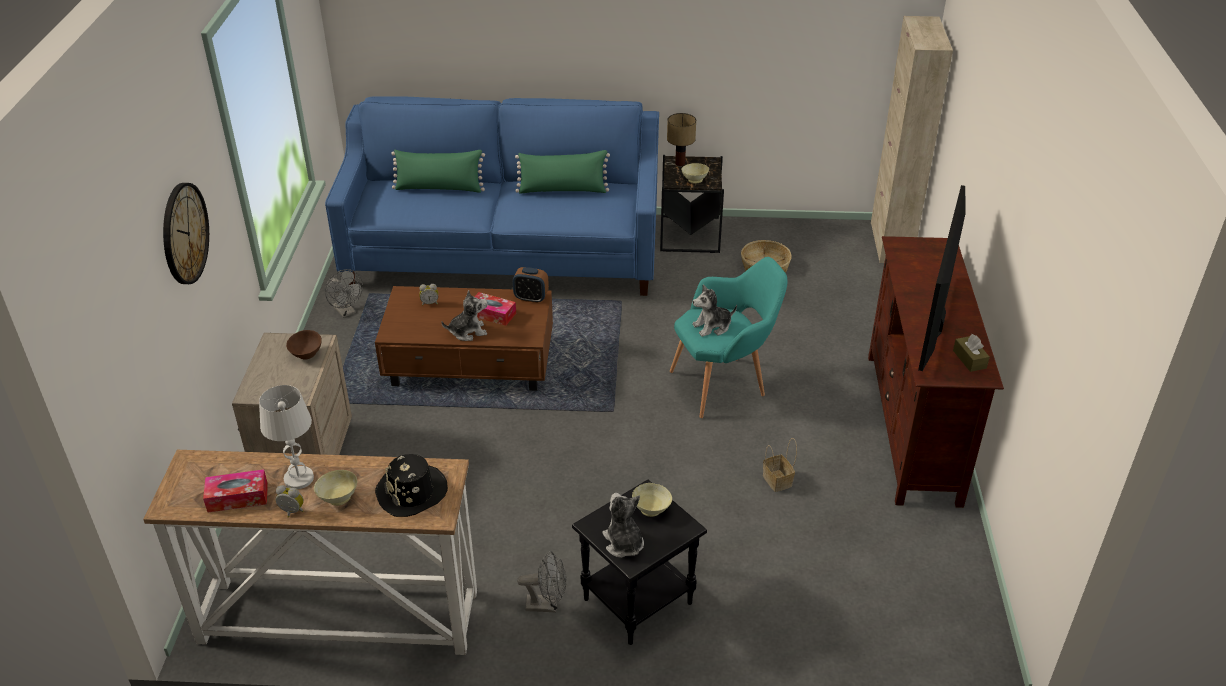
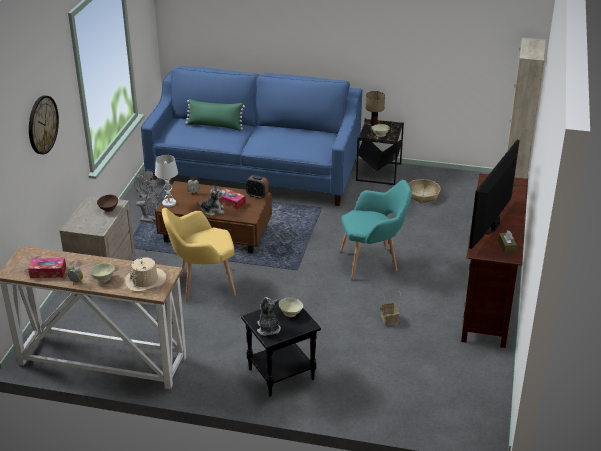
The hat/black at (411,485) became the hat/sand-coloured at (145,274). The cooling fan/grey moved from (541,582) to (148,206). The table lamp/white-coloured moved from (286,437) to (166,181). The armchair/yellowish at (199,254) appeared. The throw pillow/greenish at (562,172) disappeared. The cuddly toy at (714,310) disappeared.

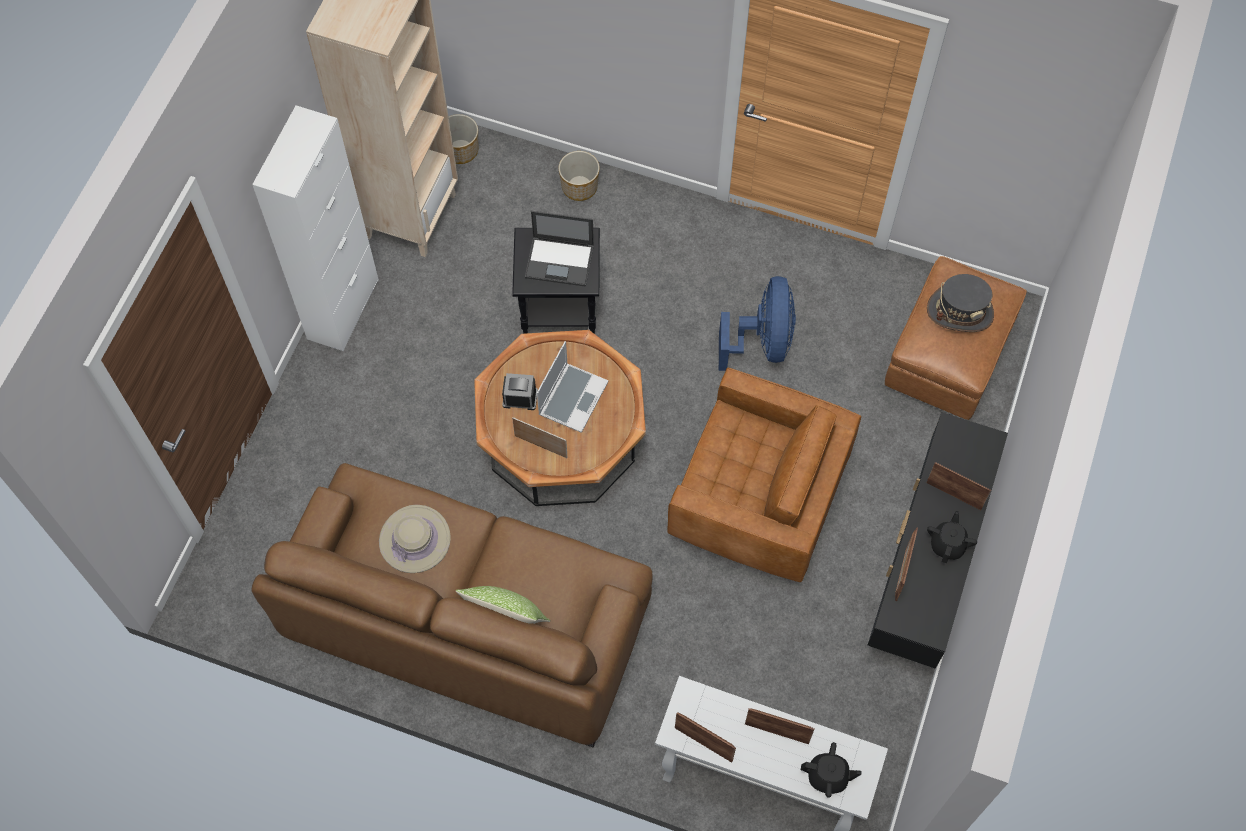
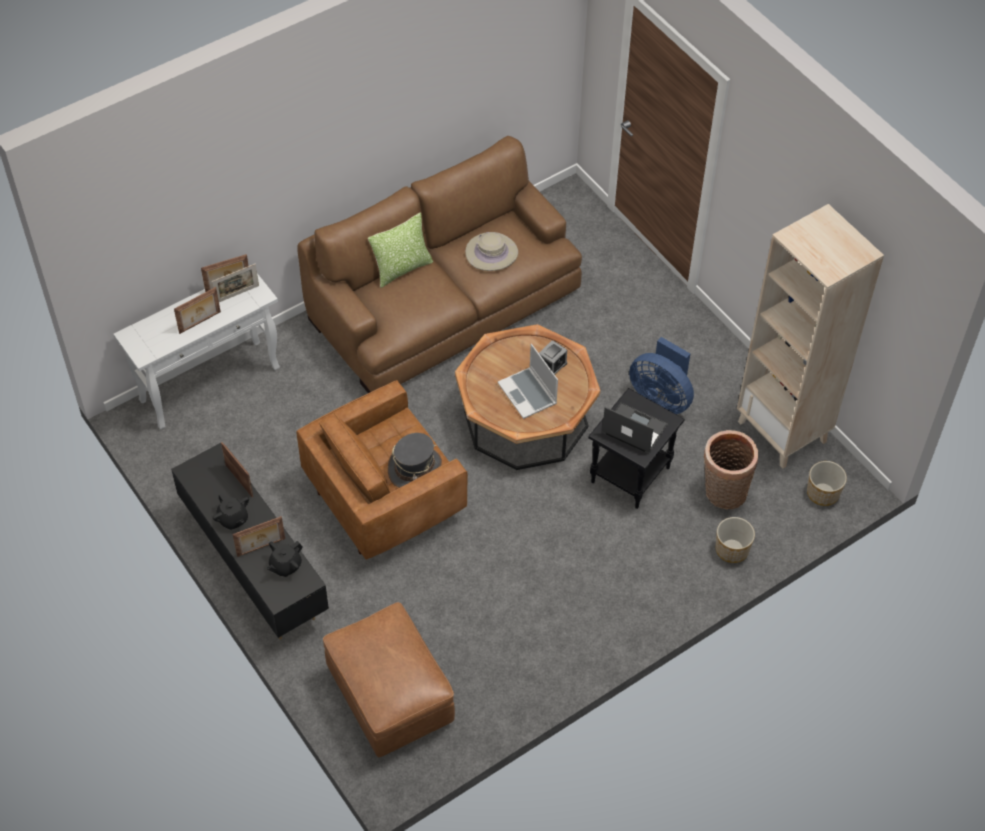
The standing frame moved from (540,437) to (235,283). The teapot/black moved from (831,770) to (285,559). The hat/grey moved from (960,303) to (415,460). The notebook computer at (559,249) turned 75 degrees clockwise. The cooling fan/bluish moved from (757,323) to (661,375). The household basket at (731,469) appeared. The storage cabinet/white-coloured at (315,228) disappeared.

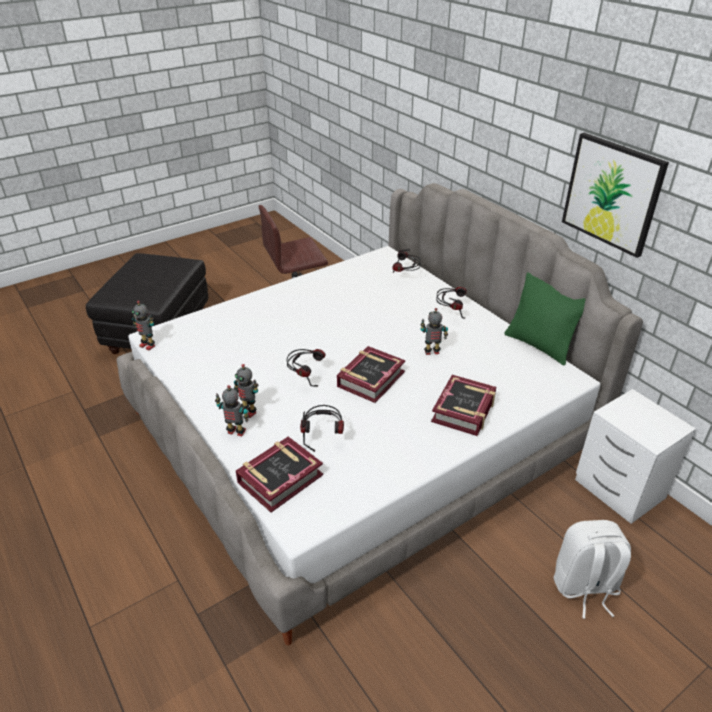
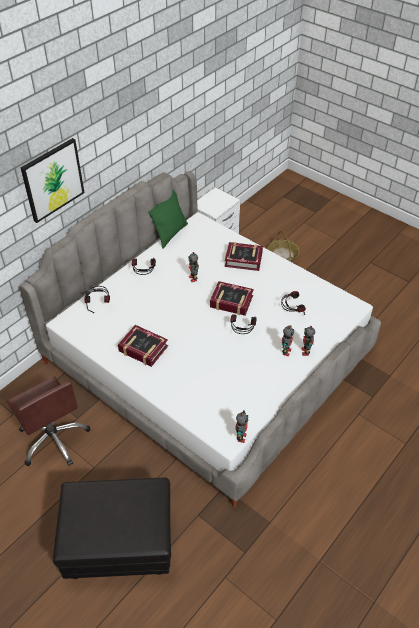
The wall picture moved from (615,195) to (52,180). The volume moved from (279,474) to (143,346). The backpack/white-coloured at (592,569) was replaced by the household basket at (283,246).

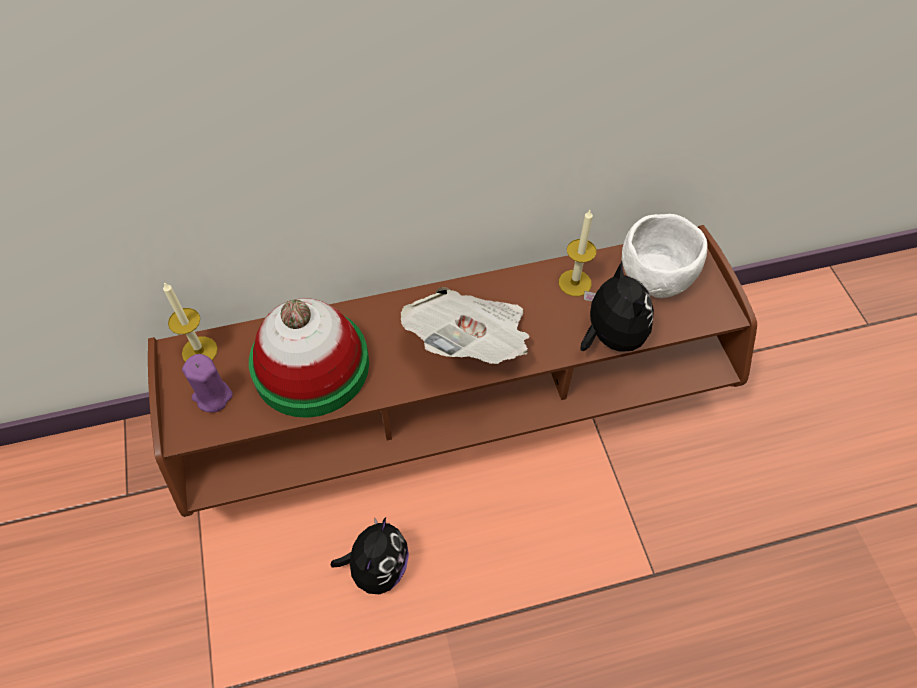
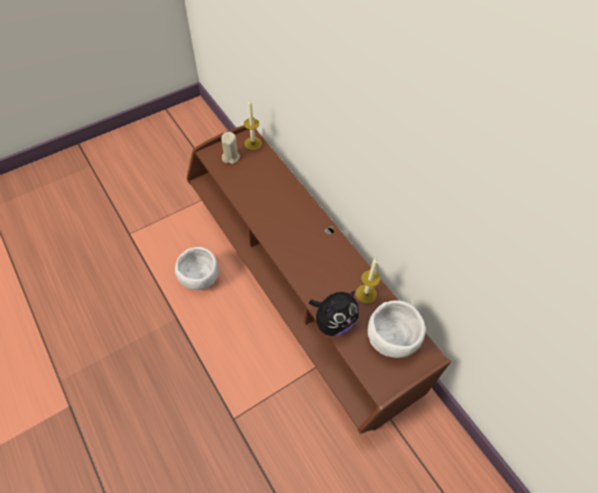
The cuddly toy at (370,556) was replaced by the deep dish/white-coloured at (197,268). The wax candle/purple at (207,383) became the wax candle/sand-coloured at (230,148). The hat at (309,358) disappeared. The newspaper at (465,327) disappeared.

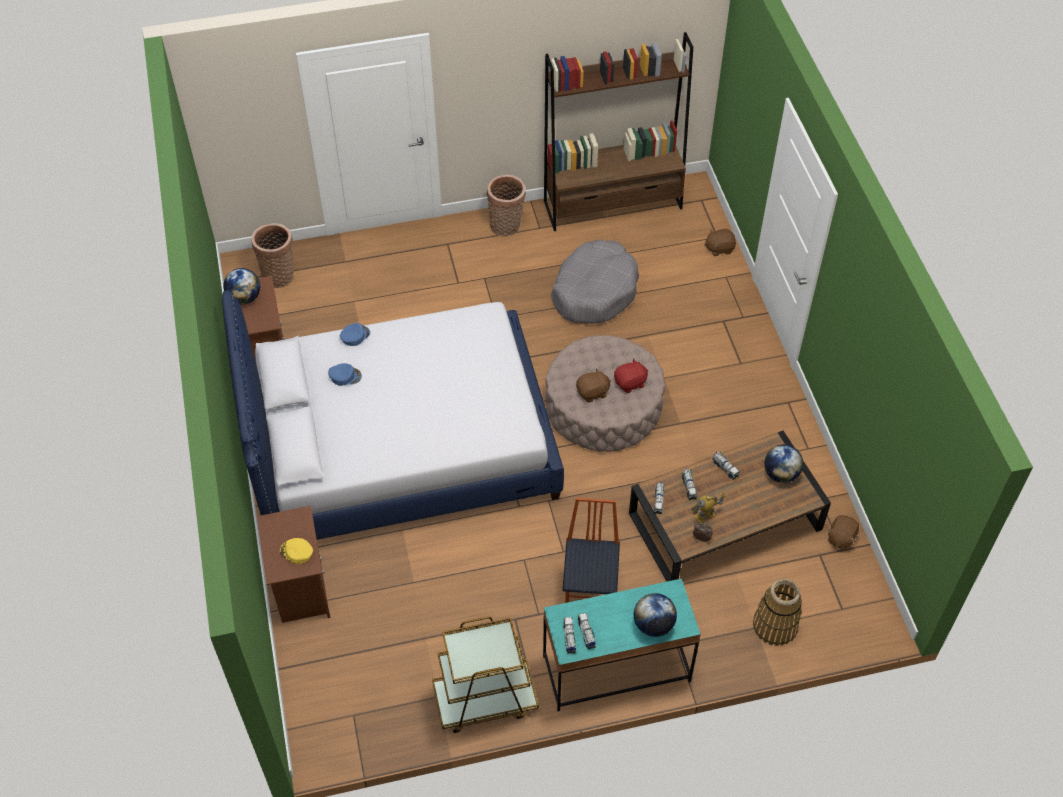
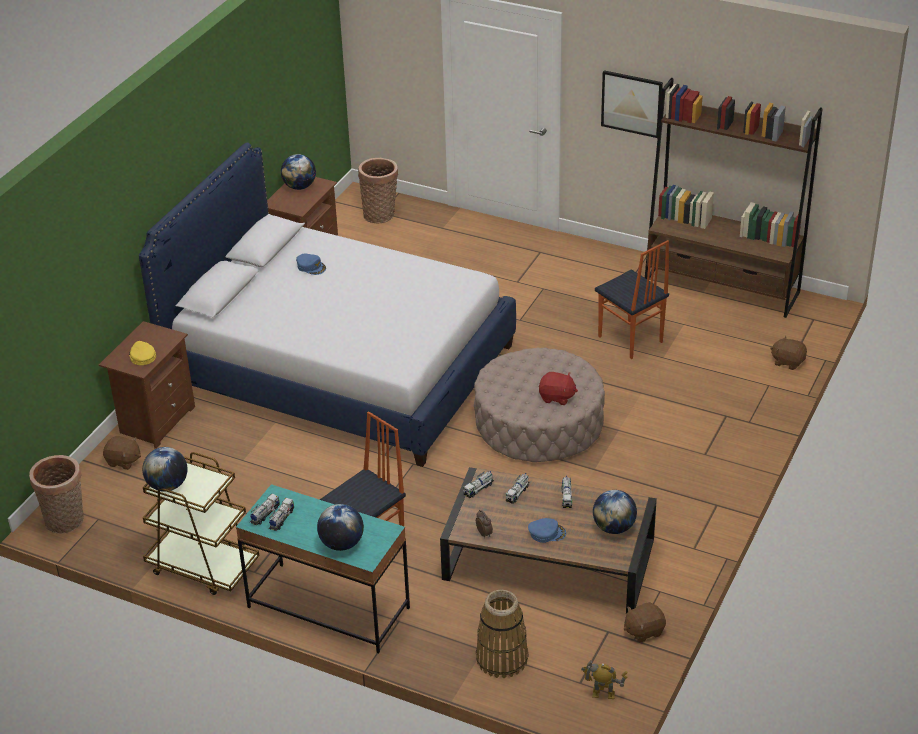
The household basket moved from (506,205) to (56,494). The cuddly toy/brown-coloured moved from (593,385) to (122,453). The globe at (165,469) appeared. The peaked cap/bluish moved from (355,334) to (547,530). The model robot moved from (708,507) to (604,679). The dog cushion/grey at (595,282) was replaced by the plain chair at (632,299). The wall picture at (632,104) appeared.

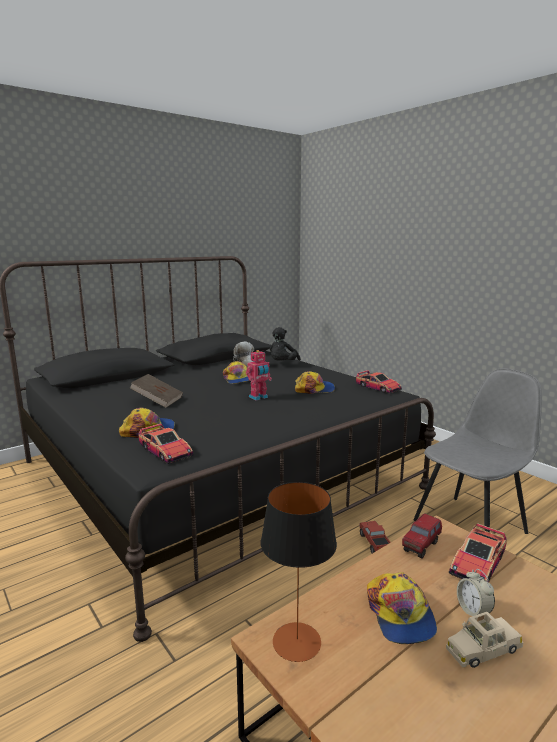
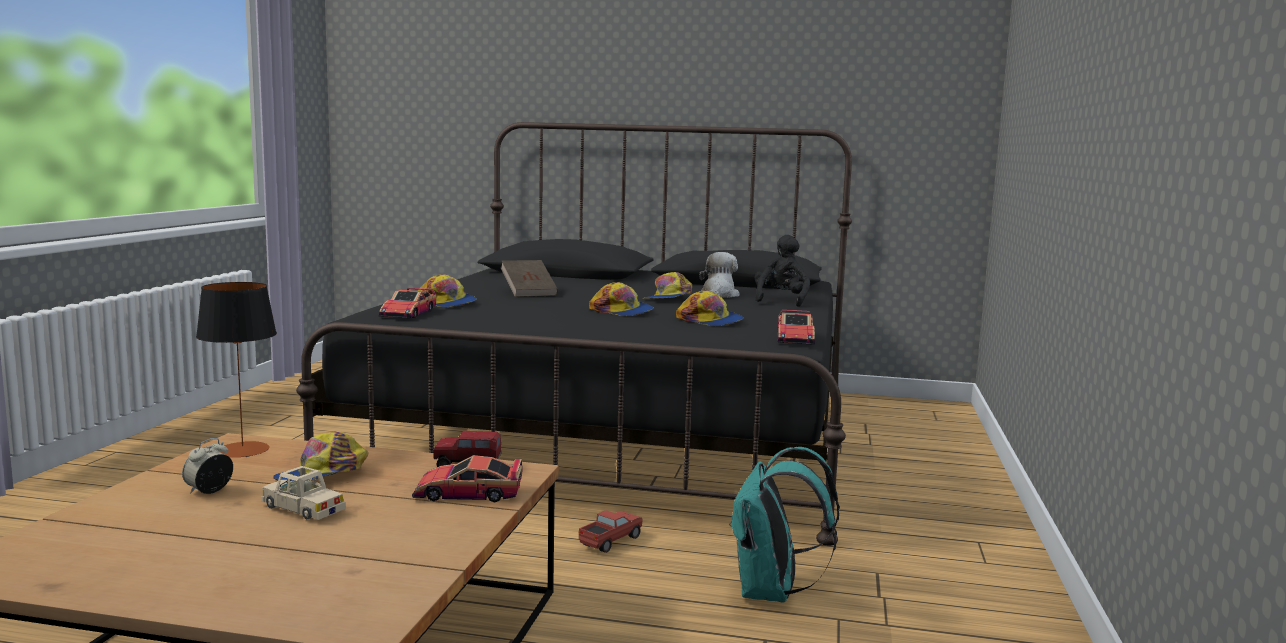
The table clock moved from (476,594) to (207,466). The model robot at (259,375) was replaced by the peaked cap at (621,299). The plain chair/grey at (478,451) was replaced by the backpack/blue-green at (784,525). The cuddly toy/black at (285,344) turned 120 degrees clockwise.

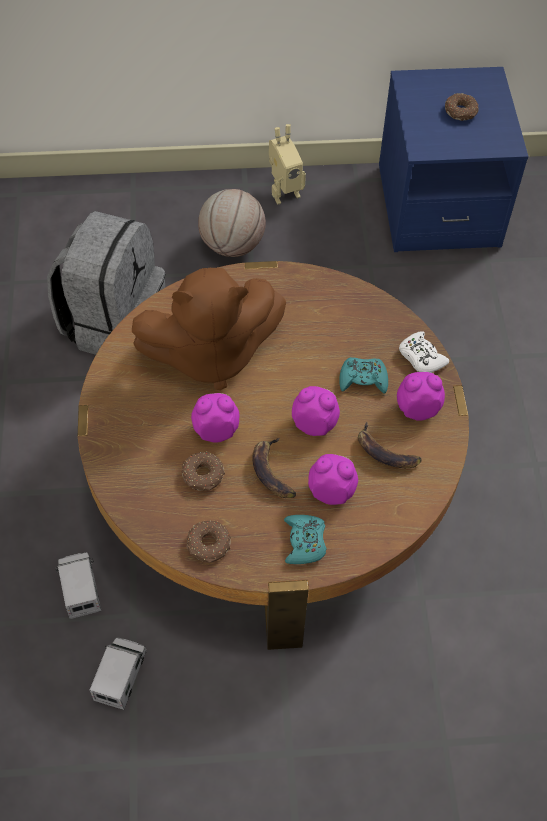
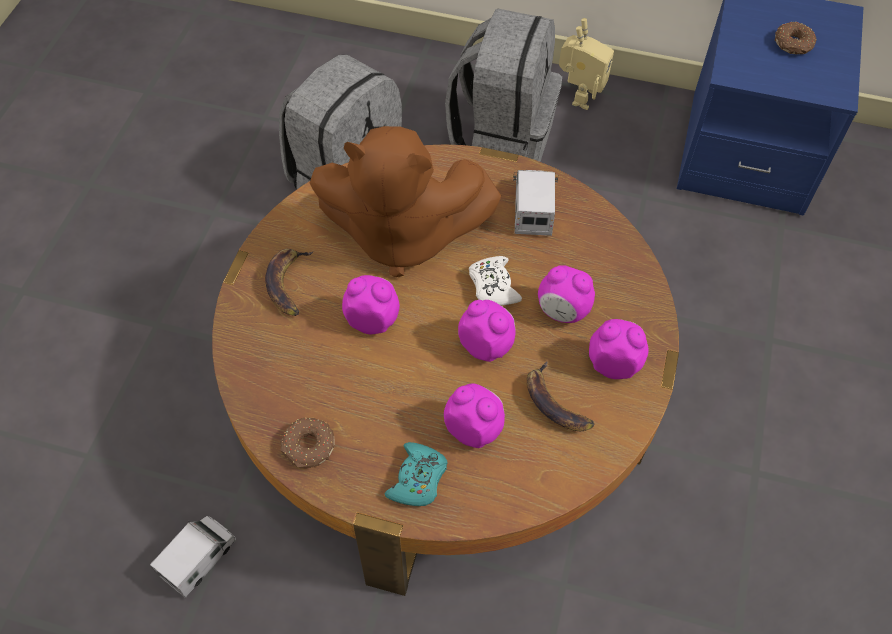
The banana moved from (274,467) to (289,282). The ball for basketball at (232,223) was replaced by the backpack/grey at (503,85). The gamepad/white-coloured moved from (424,352) to (495,281). The model truck moved from (78,585) to (536,203). The gamepad/blue-green at (363,375) was replaced by the table clock at (566,294). The model robot at (287,164) turned 60 degrees counterclockwise. The doughnut at (203,471) disappeared.

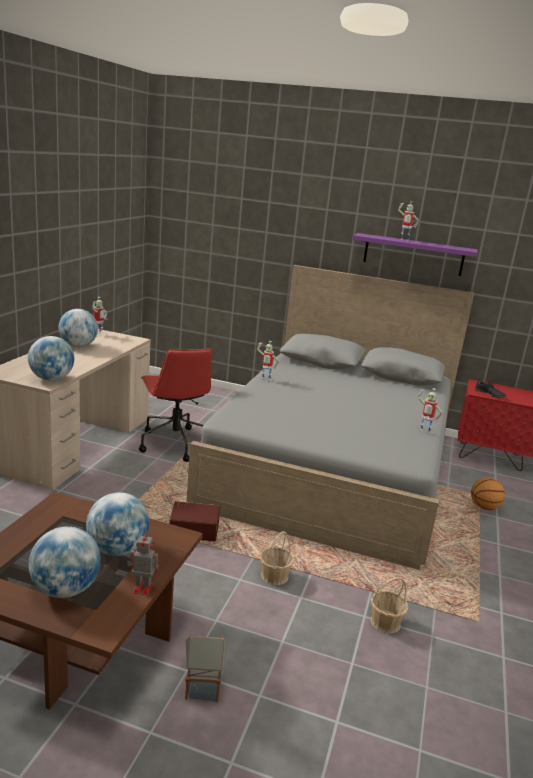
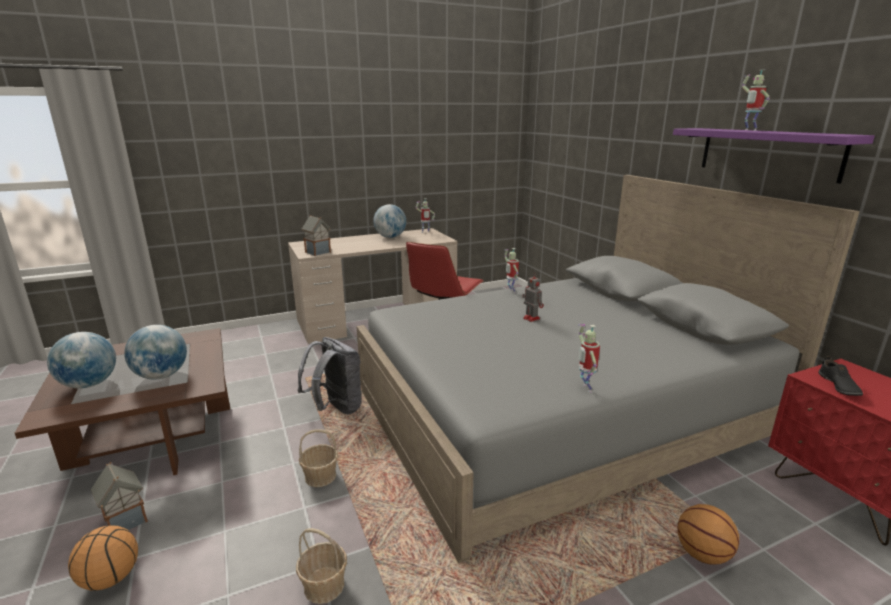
The ball for basketball at (103,558) appeared. The storage box/brown-coloured at (194,521) was replaced by the backpack/grey at (330,375). The globe at (51,358) was replaced by the model house at (316,235). The model robot moved from (143,564) to (533,297).

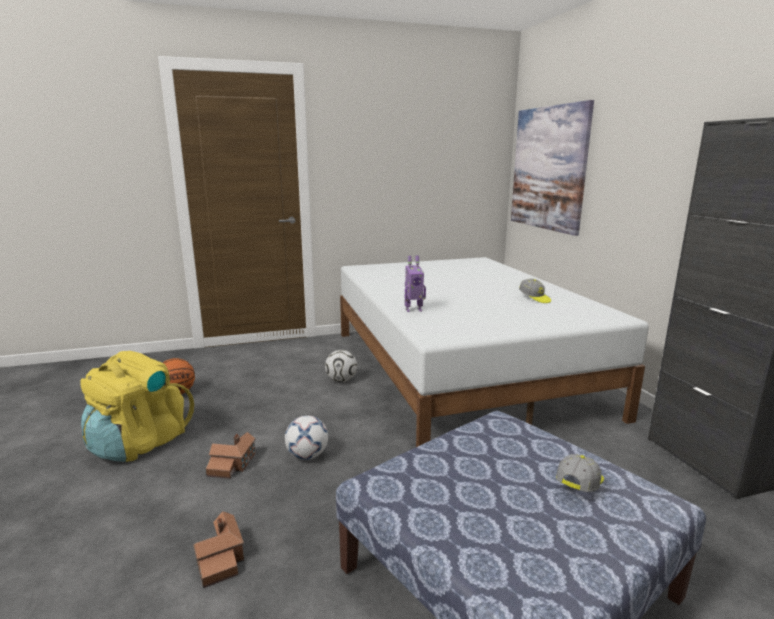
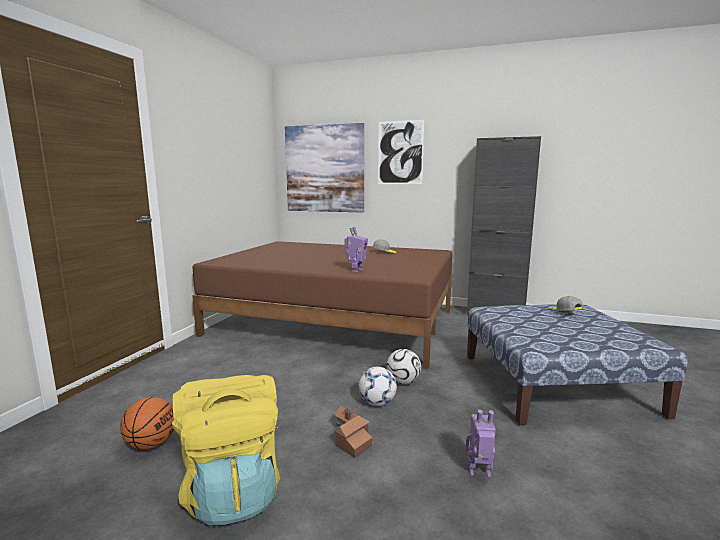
The sleeping bed/white-coloured at (494,352) became the sleeping bed/brown-coloured at (322,305). The wall picture at (401,152) appeared. The ball for football moved from (341,366) to (403,367). The model house at (218,549) was replaced by the model robot at (481,443).

